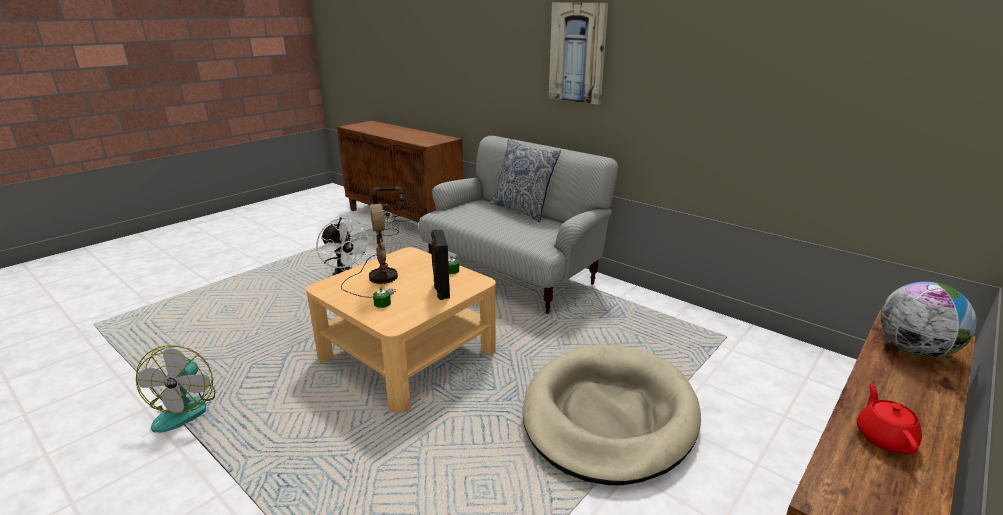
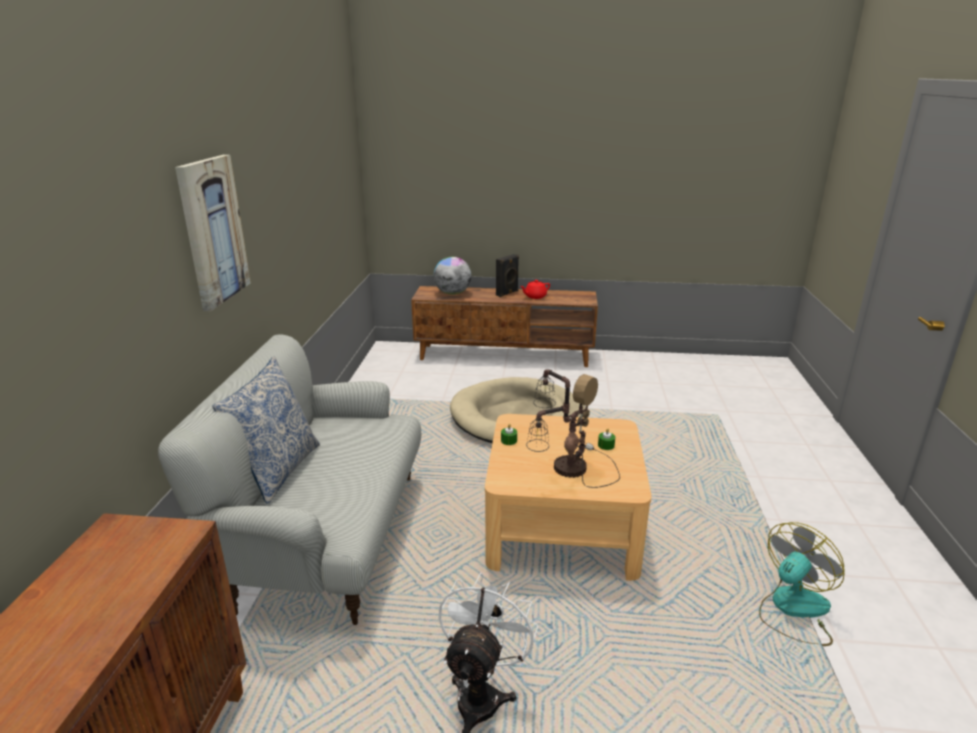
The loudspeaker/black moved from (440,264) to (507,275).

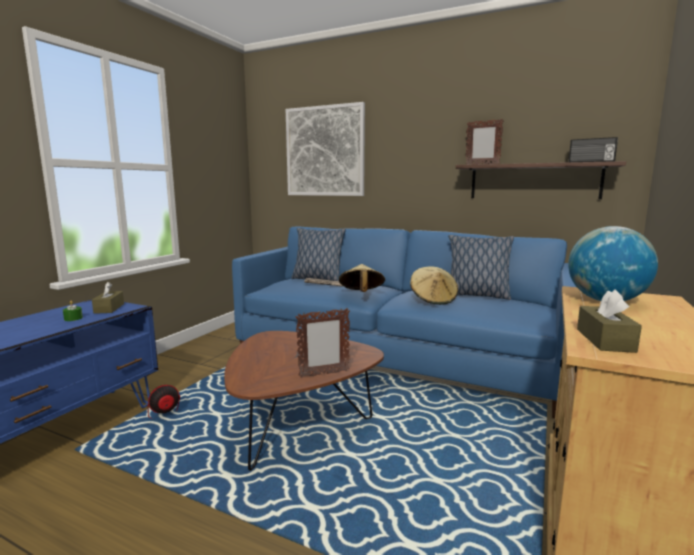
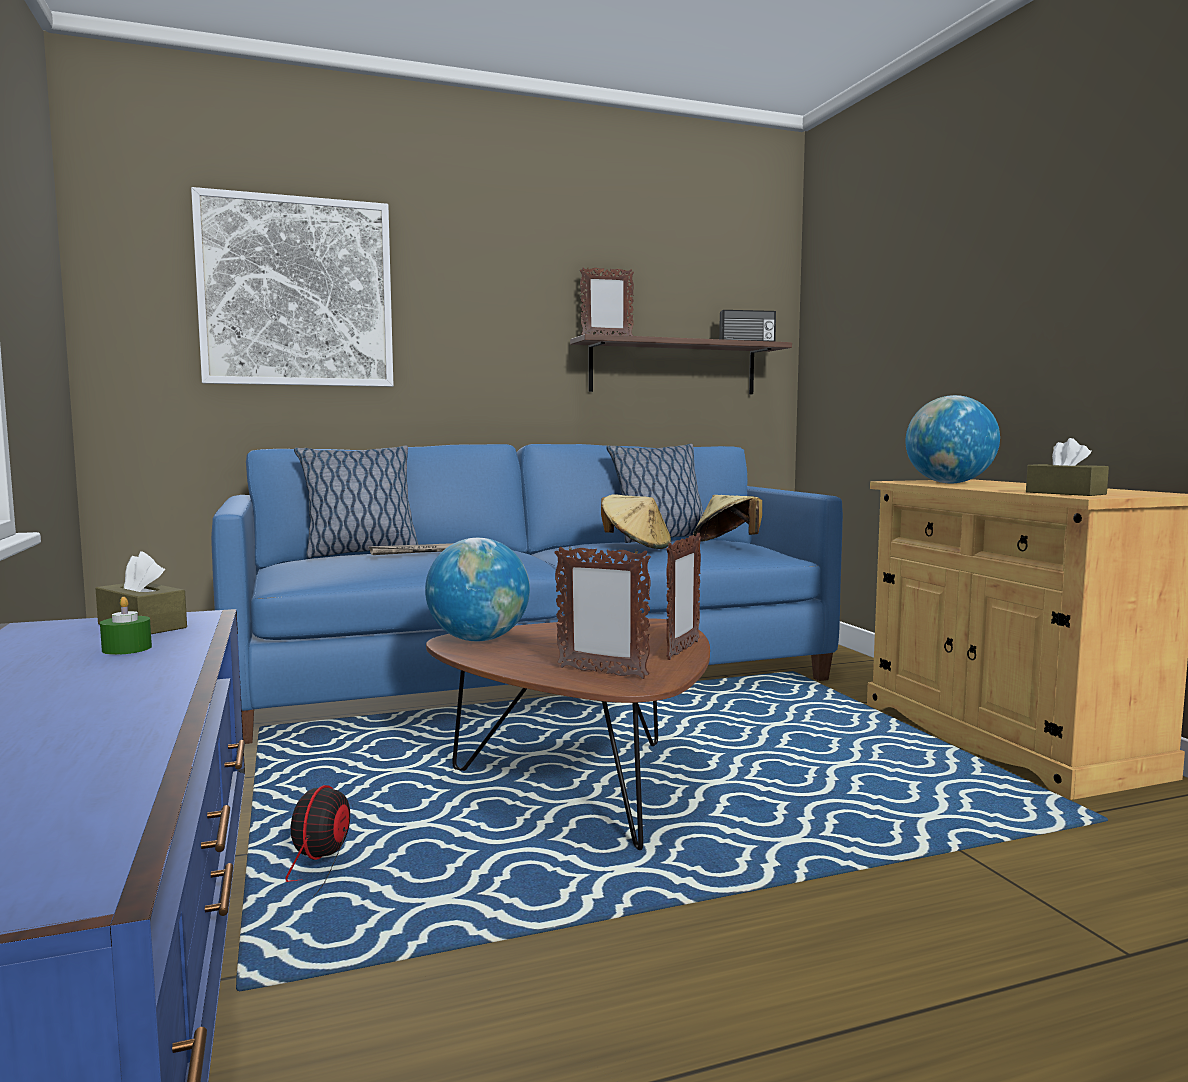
The globe at (477,589) appeared. The standing frame at (602,612) appeared. The hat/sand-coloured moved from (362,278) to (727,518).

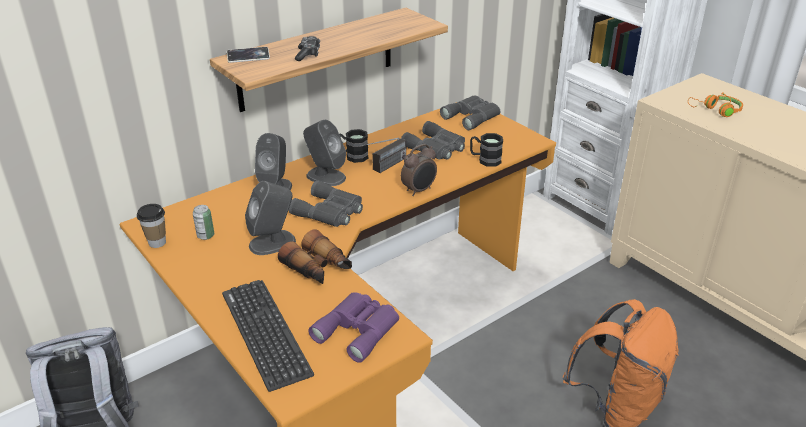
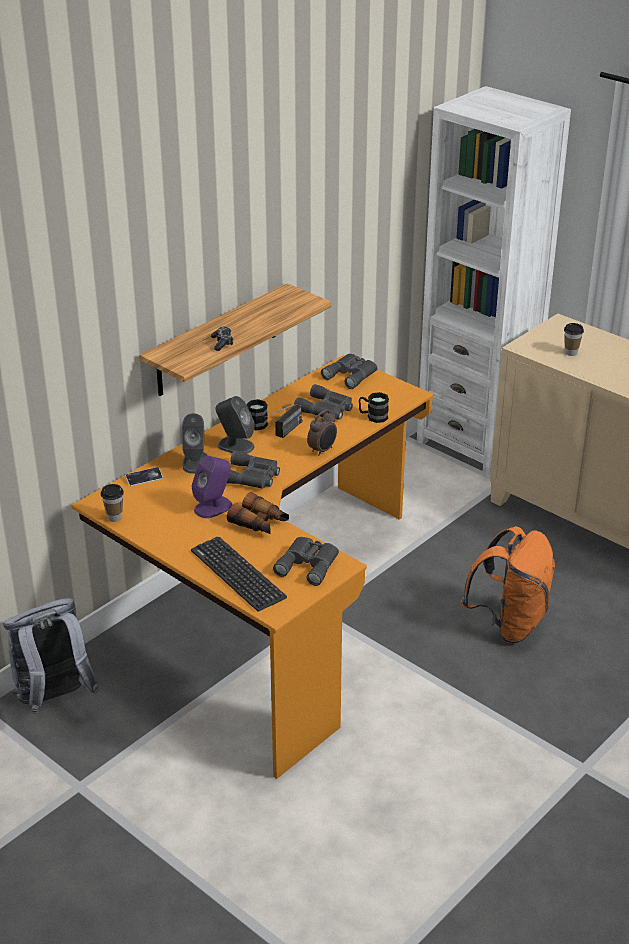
The telephone moved from (248,55) to (144,476). The loudspeaker/grey at (270,218) became the loudspeaker/purple at (212,487). The field glasses/purple at (353,327) became the field glasses/grey at (306,561). The pair of headphones/orangey at (715,104) was replaced by the small cup at (574,339). The can at (203,222) disappeared.

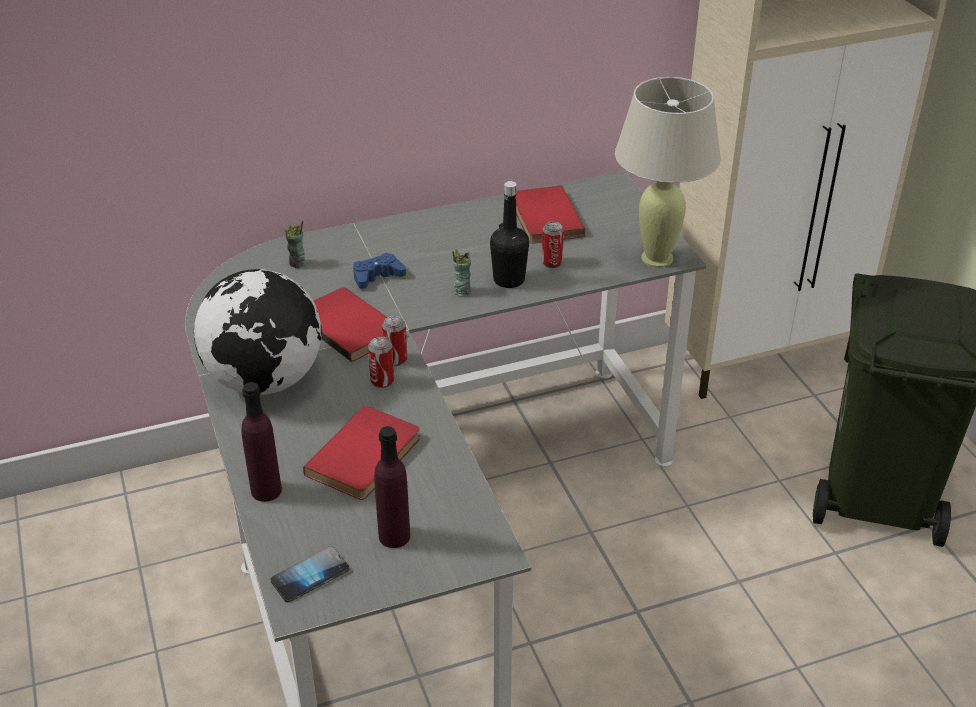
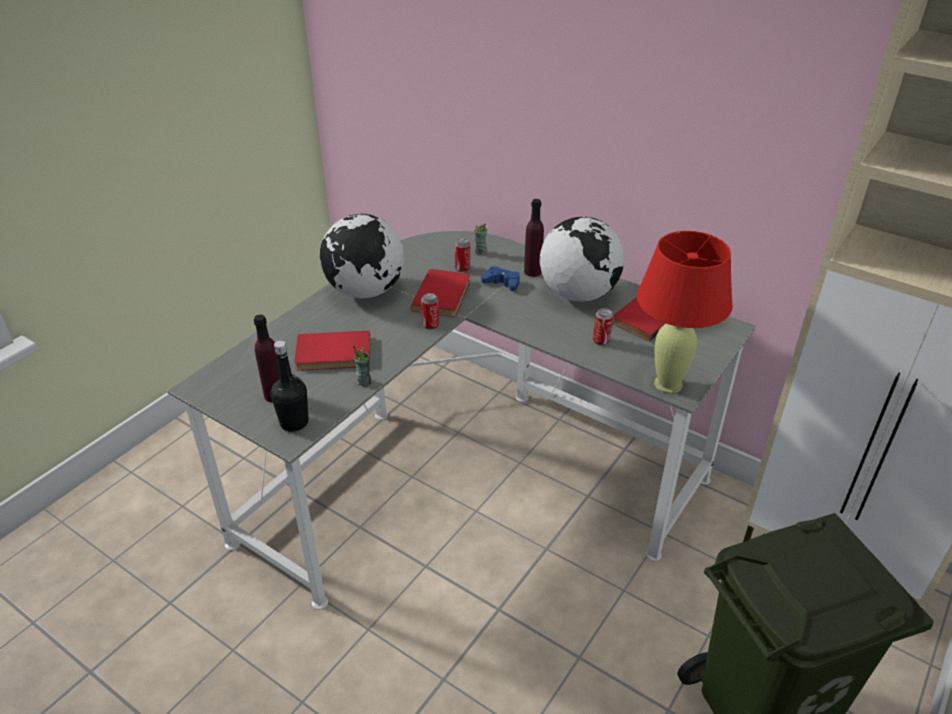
The drink bottle/black moved from (509,234) to (290,386). The small cup moved from (461,273) to (362,366). The can moved from (381,362) to (462,255). The drink bottle/purple moved from (261,442) to (534,238). The globe at (582,259) appeared. The table lamp/sand-coloured at (668,172) became the table lamp/reddish at (685,312). The telephone at (310,575) disappeared.

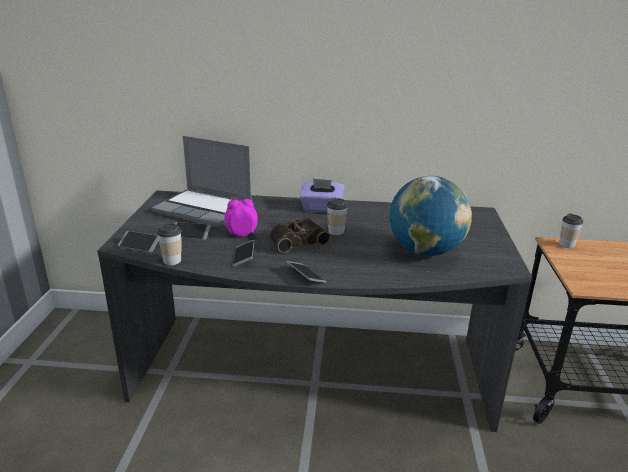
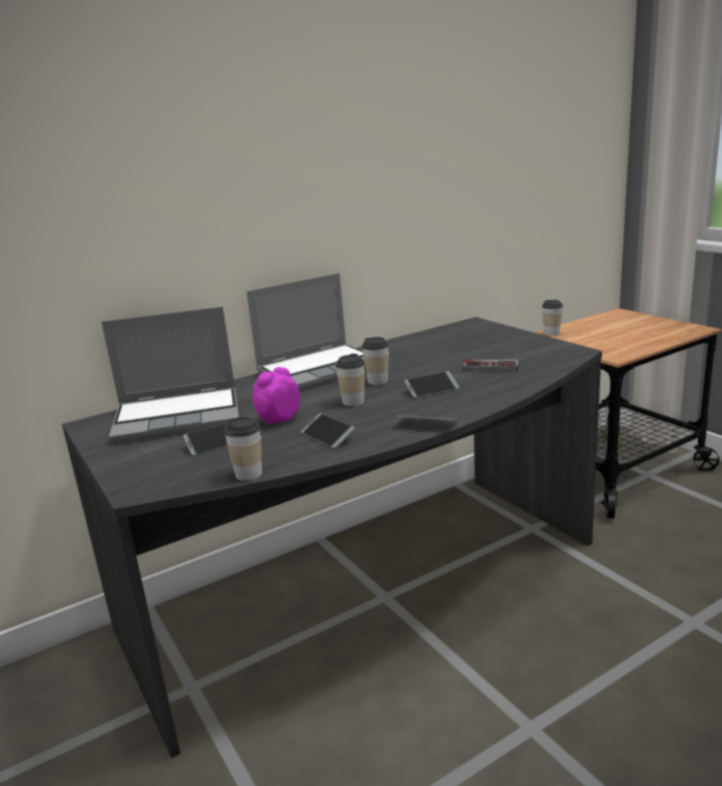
The box of tissues/purple at (322,195) was replaced by the notebook computer at (306,332). The field glasses at (300,235) was replaced by the small cup at (350,380). The telephone moved from (138,241) to (431,384). The globe at (430,216) was replaced by the gamepad at (490,365).

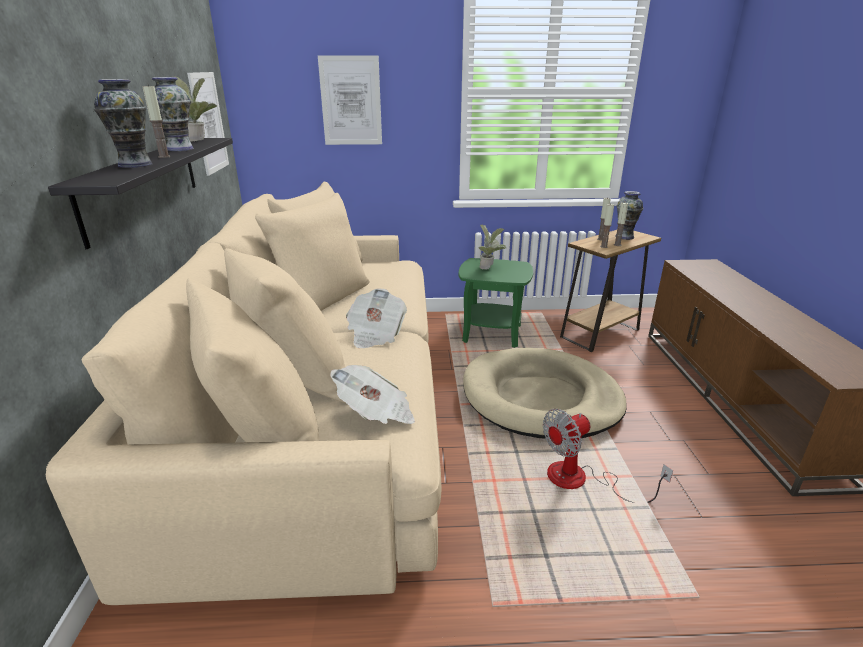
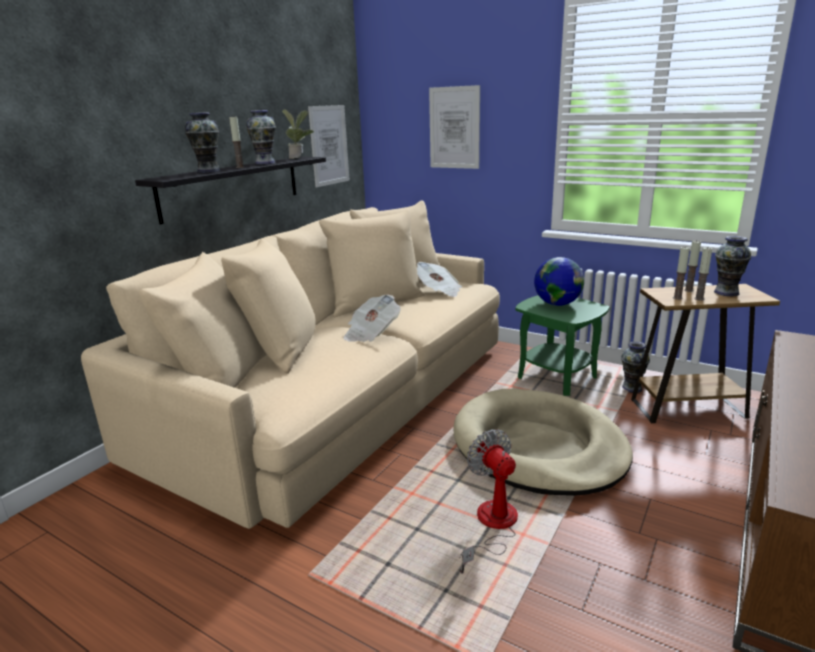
The newspaper moved from (372,394) to (439,279). The cooling fan at (608,456) turned 60 degrees clockwise. The plant in a pot at (492,247) was replaced by the globe at (559,281). The flower vase at (635,367) appeared.

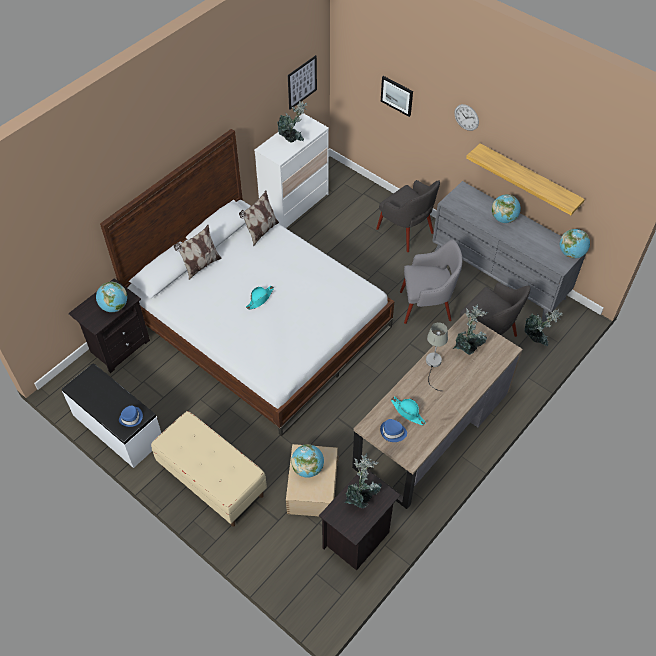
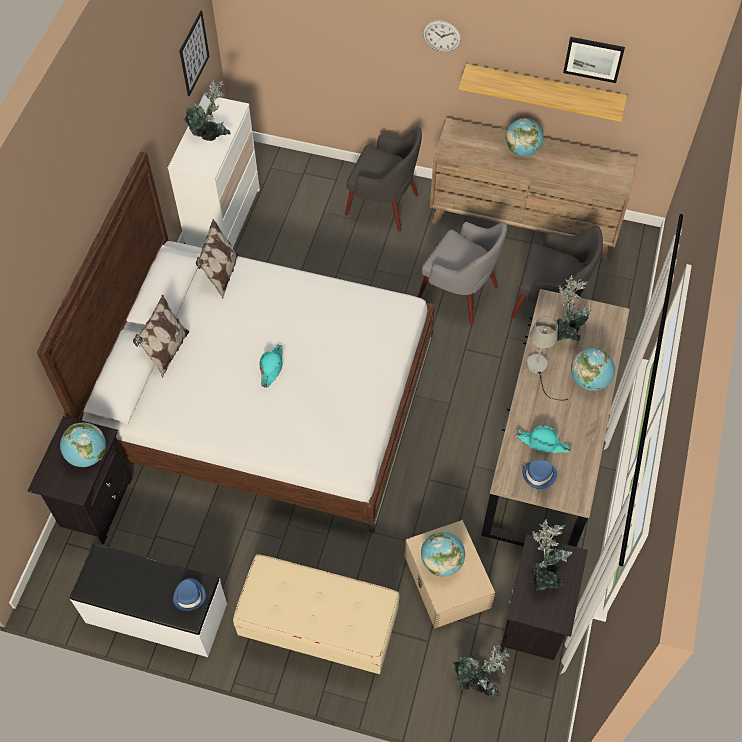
The armchair/grey at (431,282) turned 60 degrees clockwise. The dresser/grey at (509,251) became the dresser/brown-coloured at (534,189). The plant in a pot moved from (543,328) to (481,670). The wall picture moved from (397,96) to (594,60). The globe moved from (575,243) to (593,369).

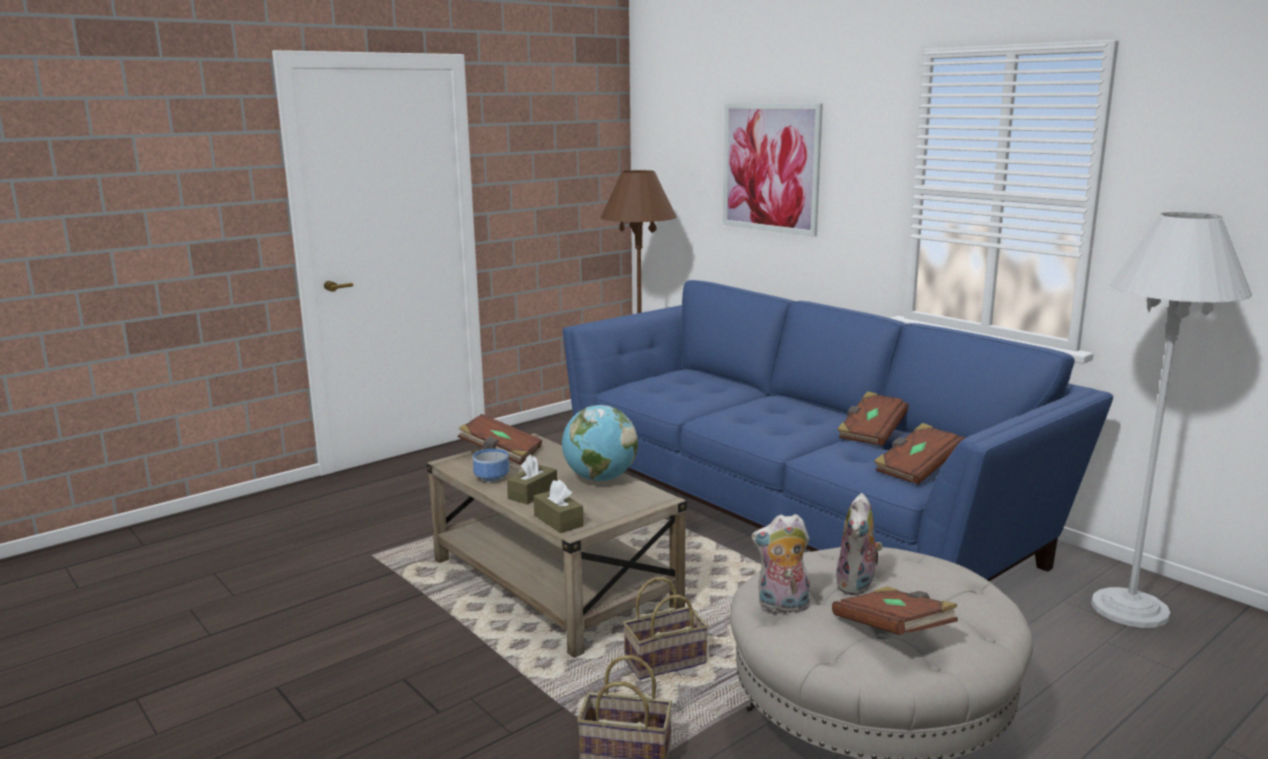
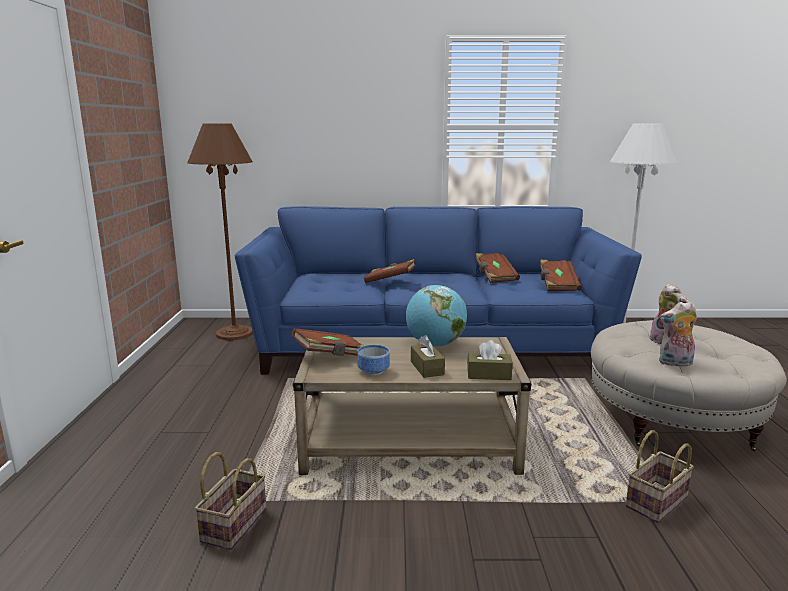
The household basket moved from (665,628) to (230,501). The volume/brown-coloured moved from (895,610) to (390,271). The cuddly toy at (781,563) turned 45 degrees clockwise. The wall picture at (773,170) disappeared.

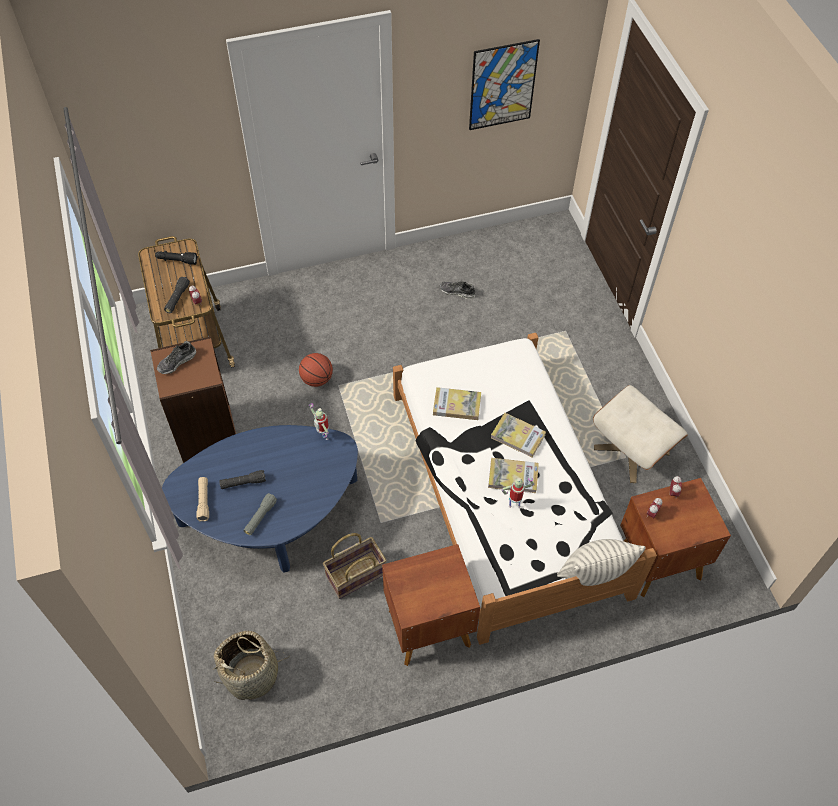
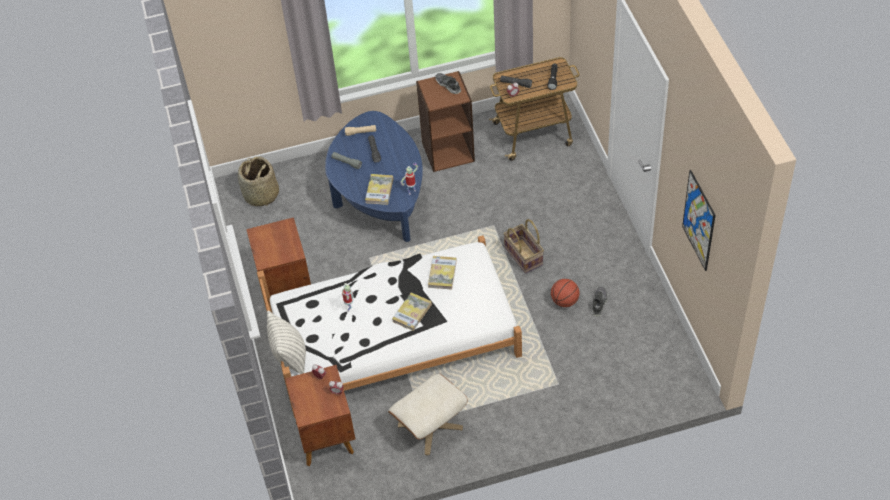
The volume moved from (513,475) to (379,189). The household basket moved from (355,566) to (523,246). The ball for basketball moved from (316,370) to (565,293).

